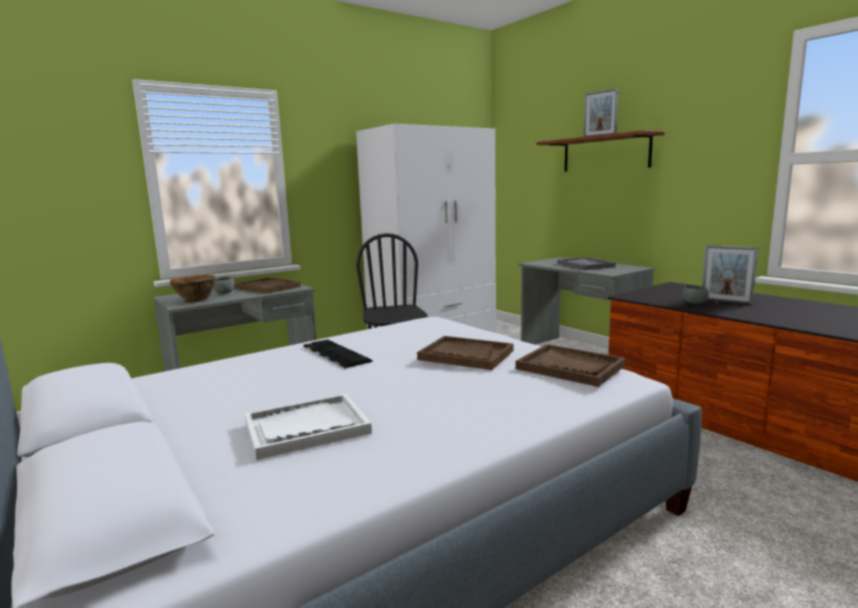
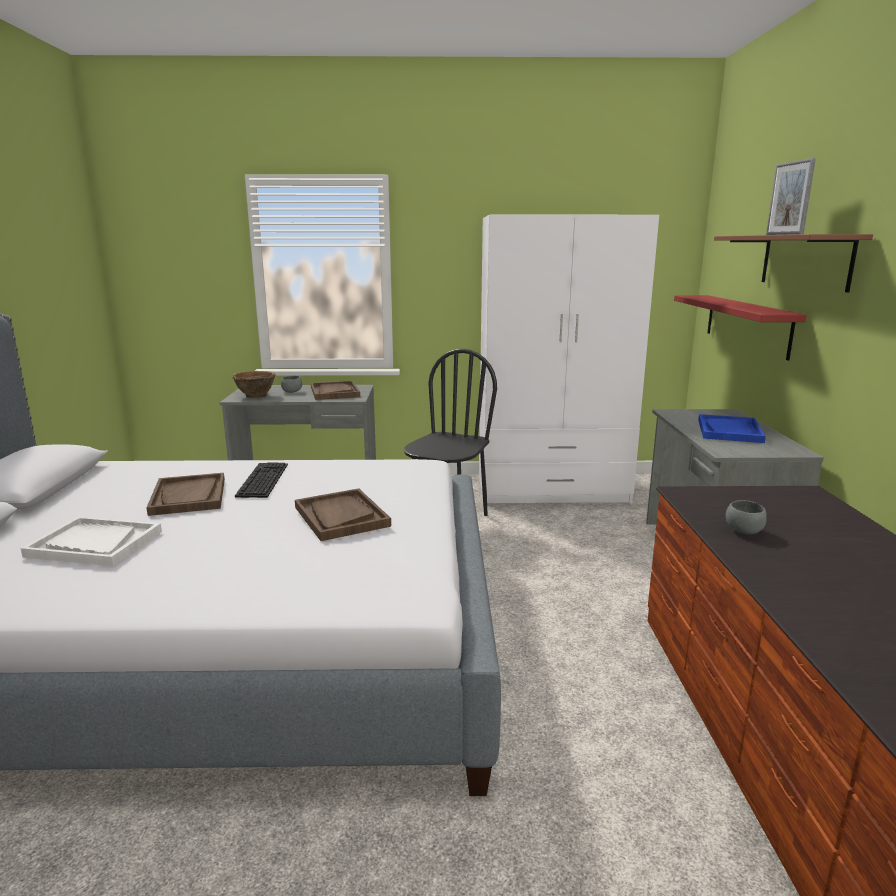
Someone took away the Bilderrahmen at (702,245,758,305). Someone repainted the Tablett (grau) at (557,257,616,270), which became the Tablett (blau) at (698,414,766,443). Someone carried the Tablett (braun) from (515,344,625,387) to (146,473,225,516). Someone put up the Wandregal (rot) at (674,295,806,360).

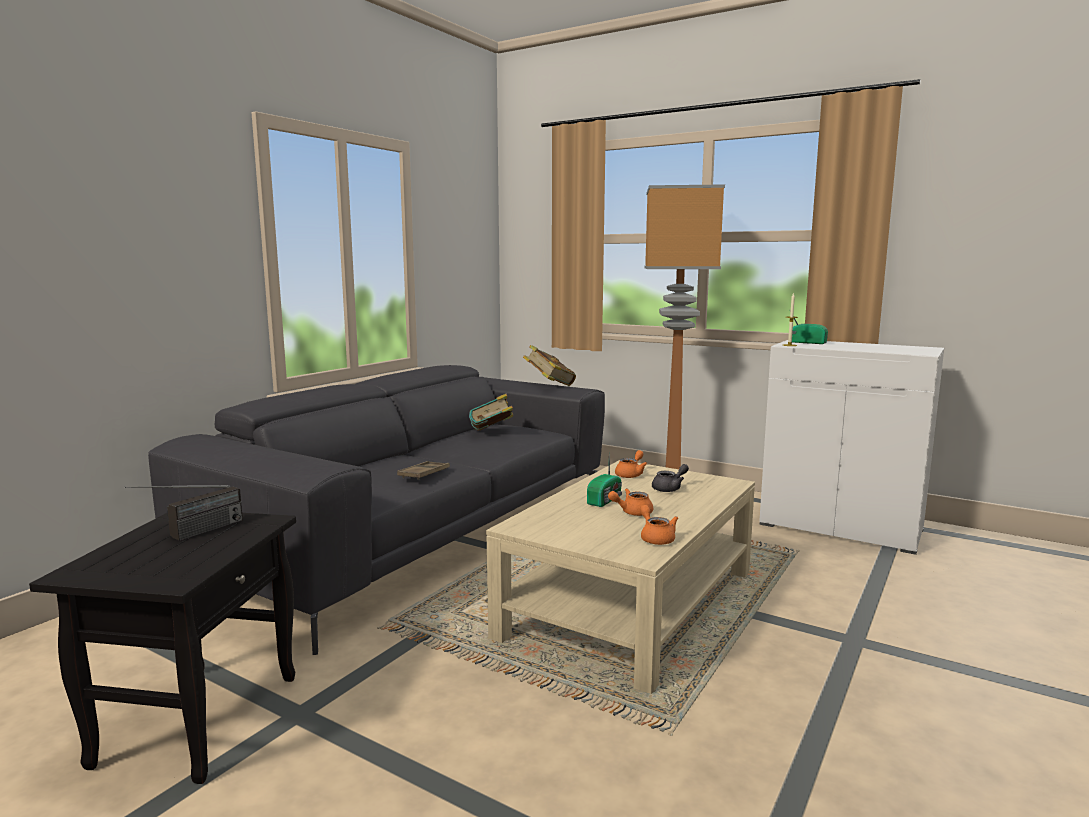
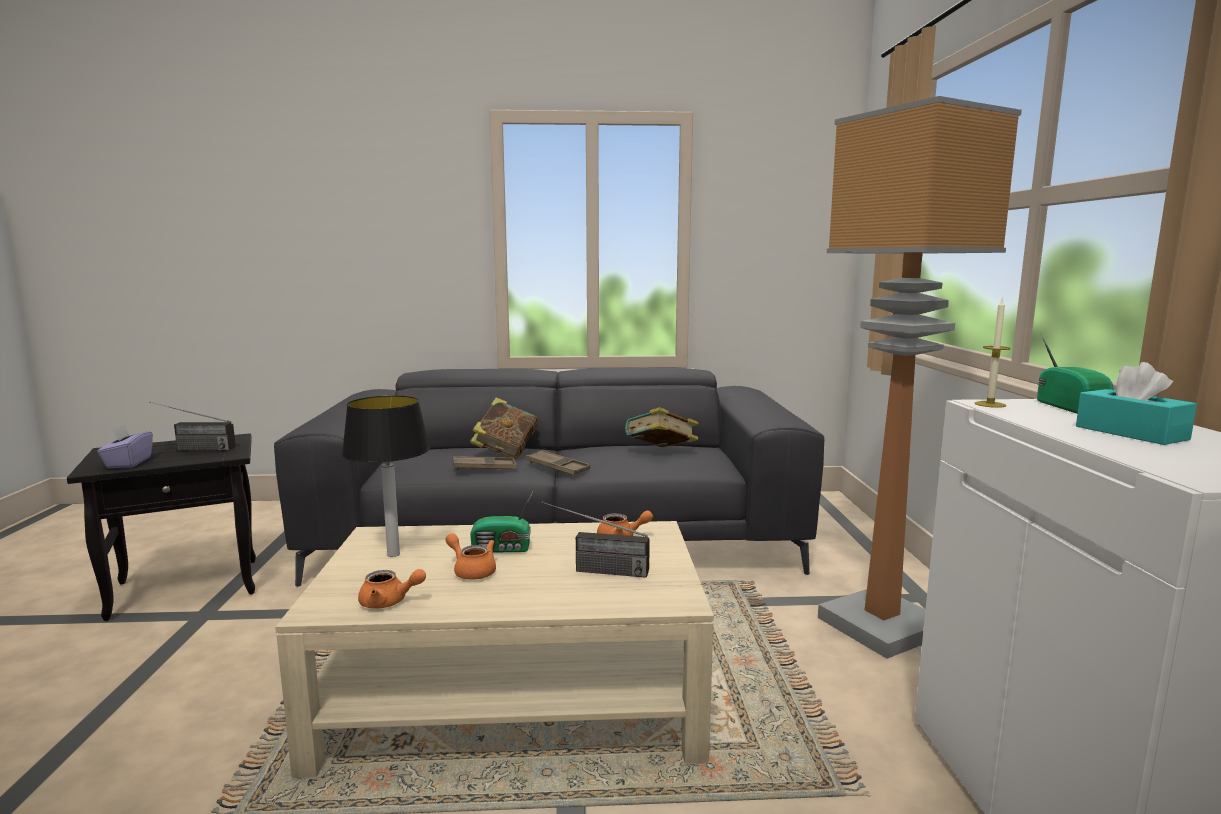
Someone carried the Buch from (523,345,576,386) to (470,397,538,459). Someone swapped the Teekanne (grau) at (652,464,689,492) for the Radio at (541,502,650,578). Someone rotated the Teekanne (orange) at (640,505,678,545) by 60 degrees clockwise. Someone put down the Taschentuchbox (türkis) at (1076,362,1197,445). Someone put down the Tischlampe at (342,396,430,557). Someone put down the Taschentuchbox (lila) at (97,424,153,468). Someone put down the Tablett (braun) at (526,450,590,475).

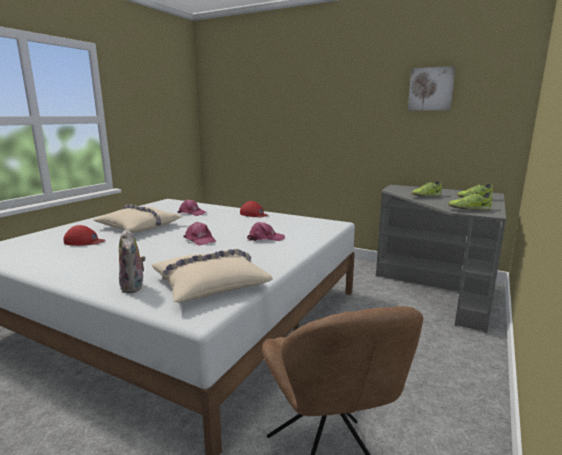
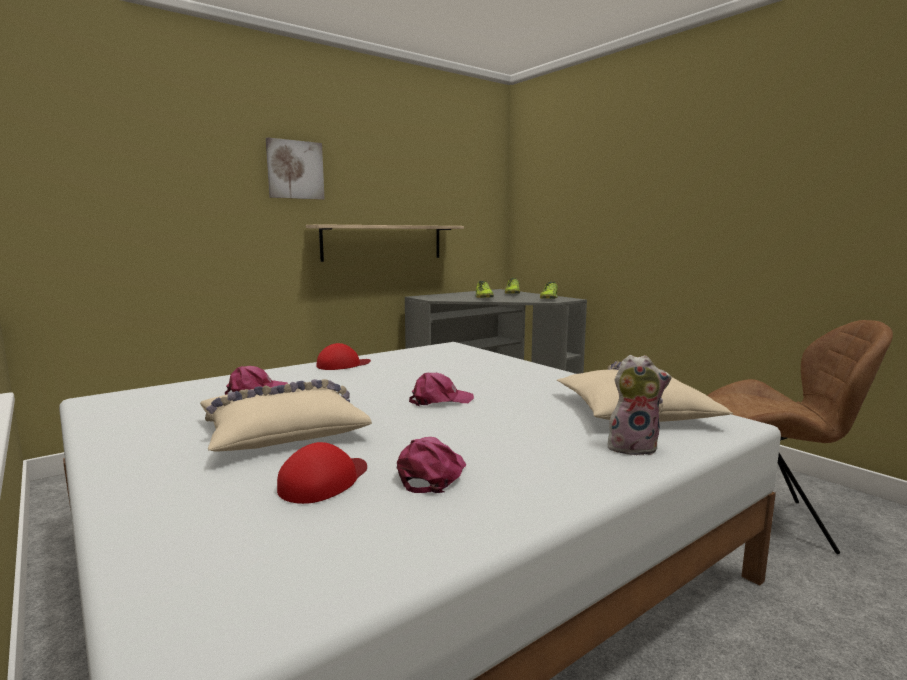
Someone carried the Bild from (408,66,456,111) to (266,137,325,200). Someone carried the Kappe (rosa) from (247,222,285,241) to (397,437,466,493). Someone put up the Wandregal at (306,224,464,262).

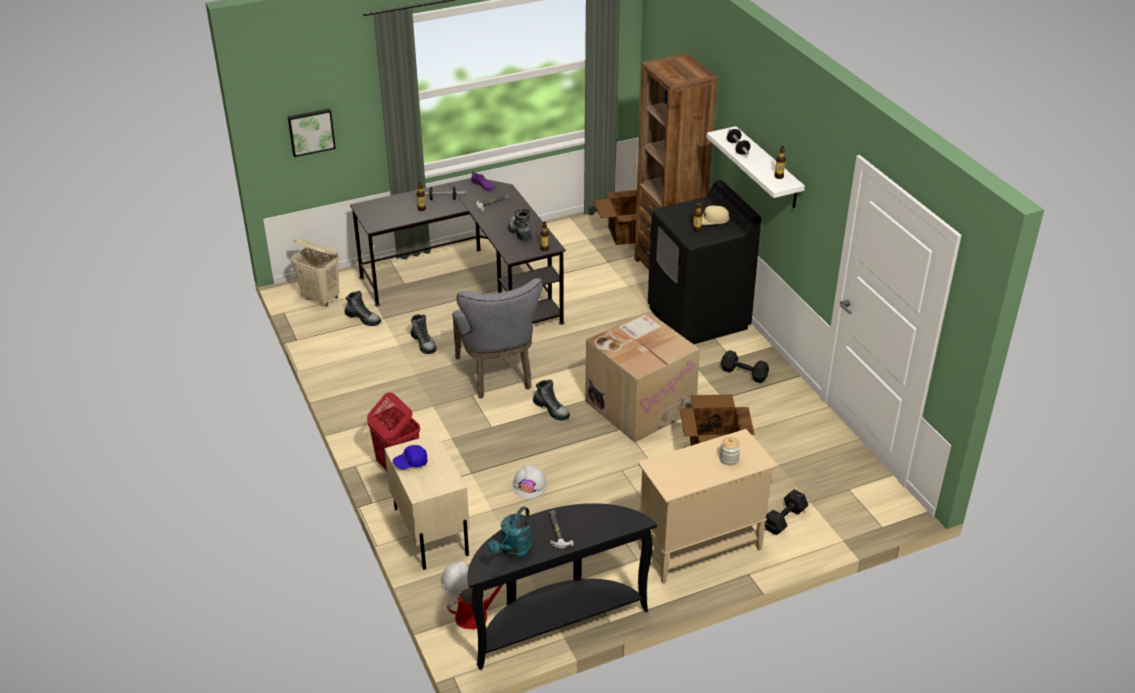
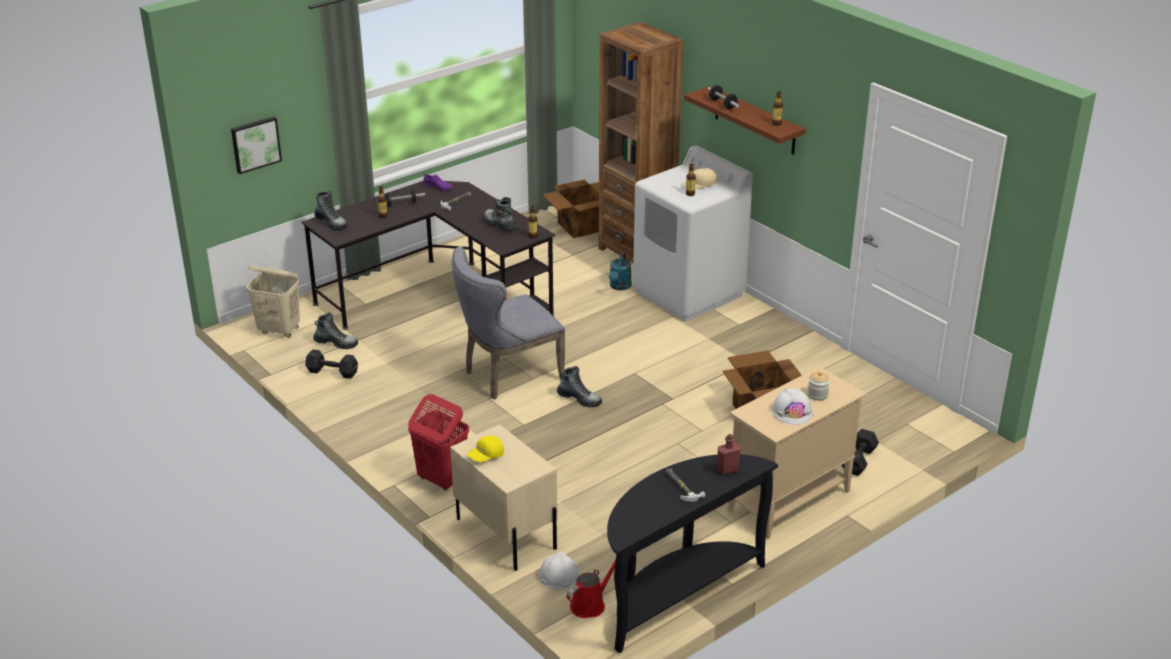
Someone repainted the Wandregal (weiß) at (706,126,805,208), which became the Wandregal (braun) at (684,86,806,155). Someone repainted the Waschmaschine (schwarz) at (648,180,761,344), which became the Waschmaschine (weiß) at (633,146,753,322). Someone rotated the Stuhl (grau) at (452,278,543,399) by 90 degrees clockwise. Someone took away the Karton at (585,311,700,443). Someone carried the Stiefel from (411,314,437,354) to (314,191,348,230). Someone carried the Hantel (schwarz) from (721,350,769,383) to (305,349,358,379). Someone repainted the Kappe (blau) at (393,445,428,469), which became the Kappe (gelb) at (467,436,504,463). Someone carried the Schutzhelm (weiß) from (512,466,547,499) to (772,388,813,425). Someone carried the Gießkanne (türkis) from (488,506,532,558) to (609,253,632,290). Someone put down the Flasche (rot) at (717,434,741,475).

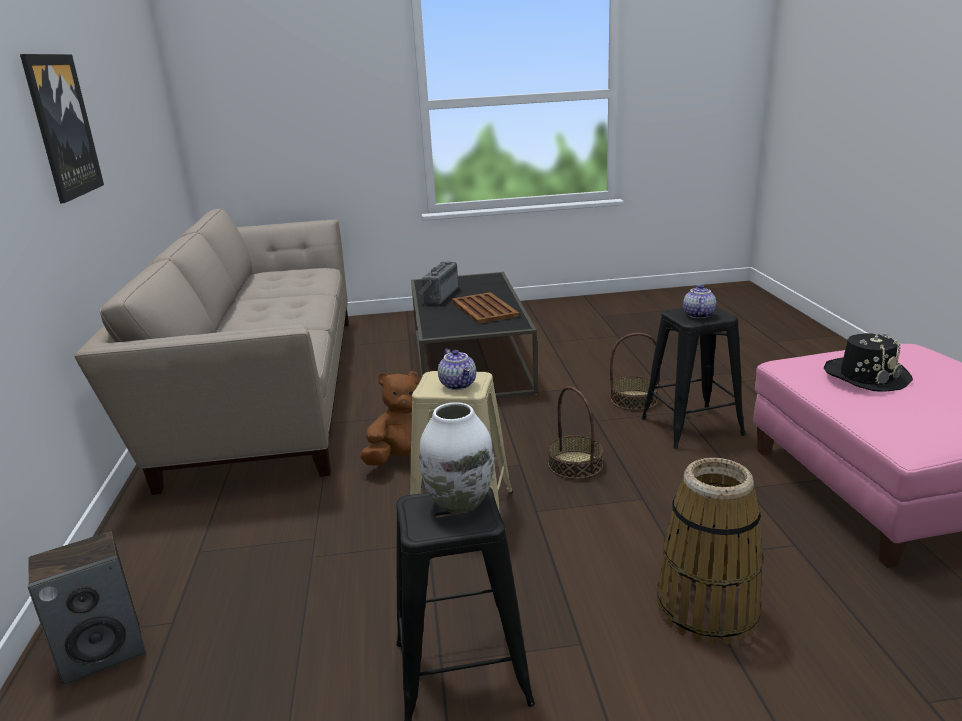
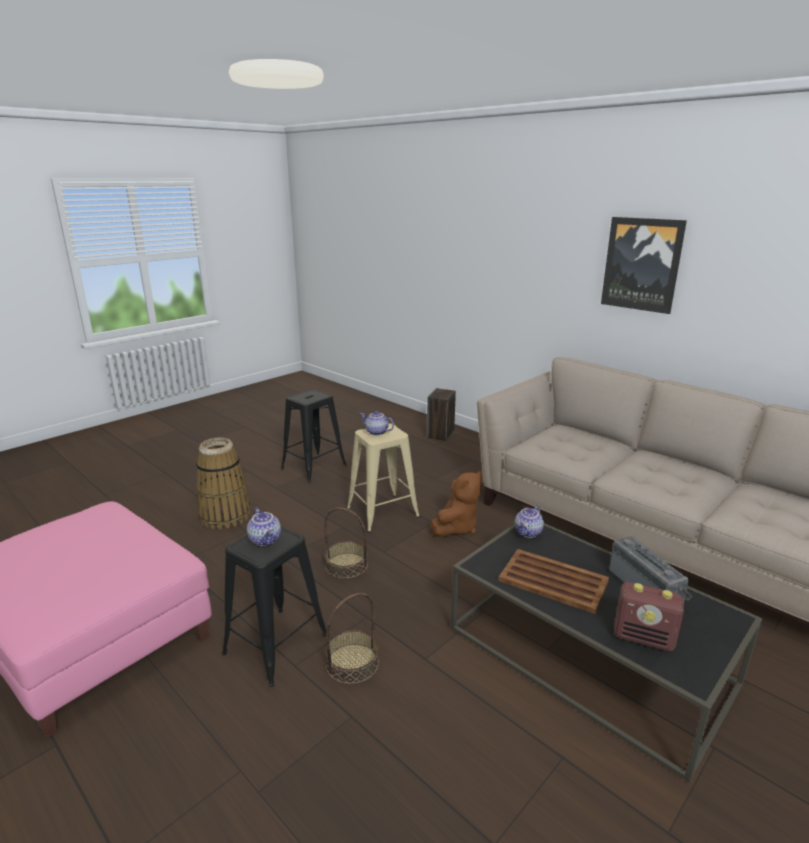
Someone took away the Hut (schwarz) at (824,333,913,392). Someone took away the Vase (weiß) at (419,402,494,514). Someone put down the Teekanne at (515,505,544,538). Someone put down the Radio at (614,582,684,651).

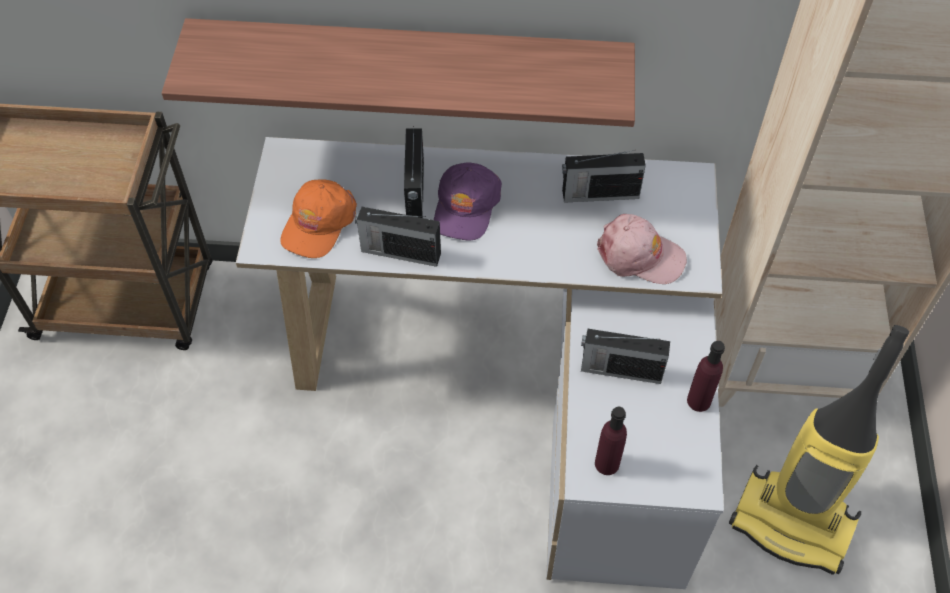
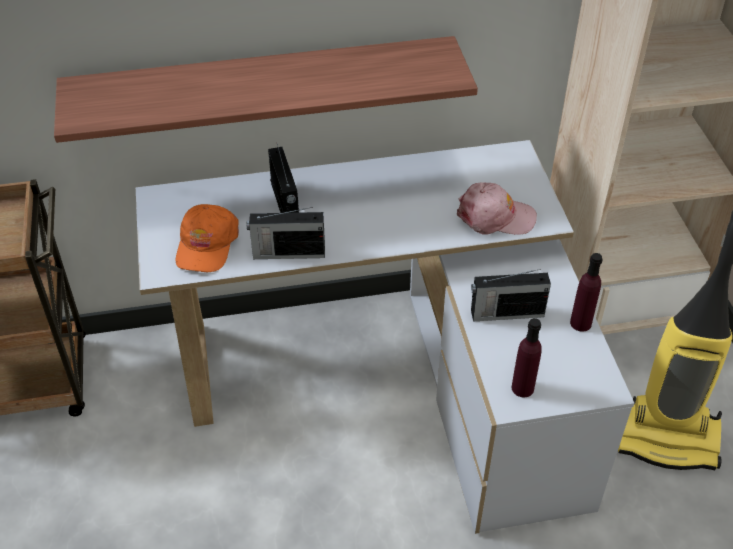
Someone took away the Radio at (562,150,646,203). Someone took away the Kappe (lila) at (434,162,502,241).

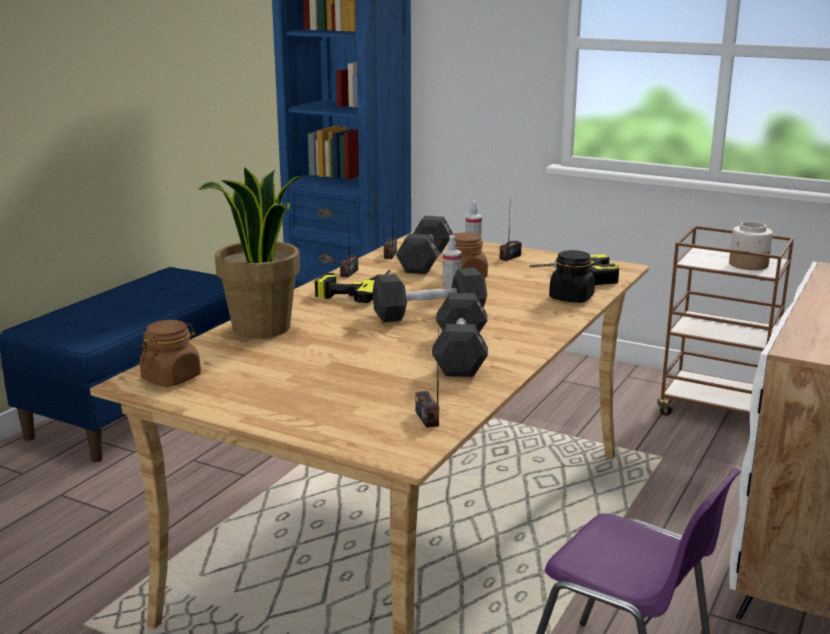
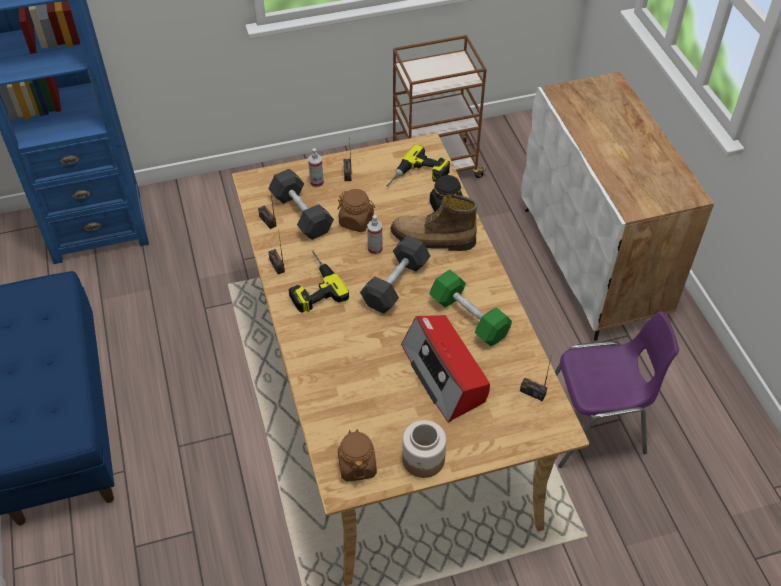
Someone took away the Topfpflanze at (199,167,304,338). Someone carried the Vorratsglas from (729,222,773,270) to (402,420,447,478). Someone repainted the Hantel (schwarz) at (432,293,488,377), which became the Hantel (grün) at (429,270,512,346). Someone put down the Stiefel at (390,194,477,251). Someone put down the Radio at (401,315,490,423).

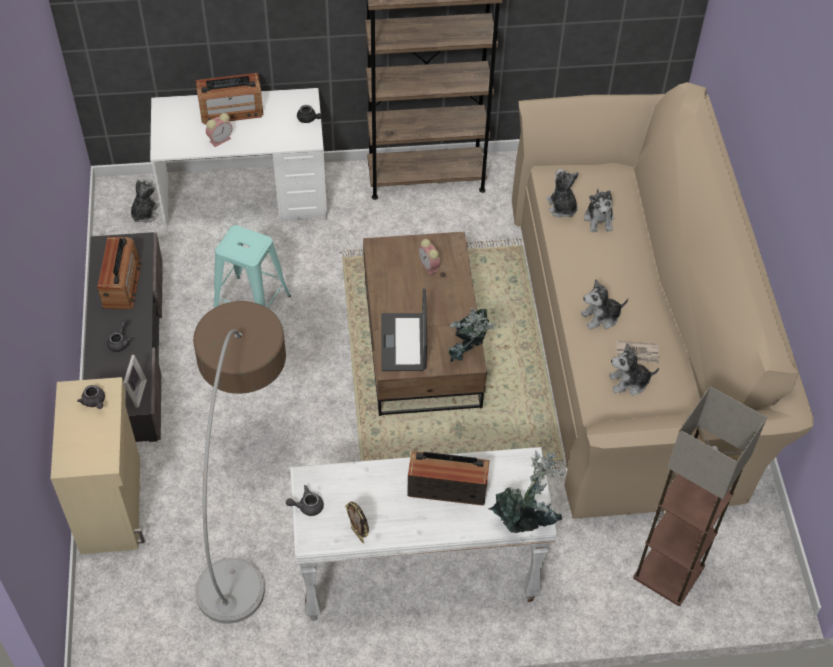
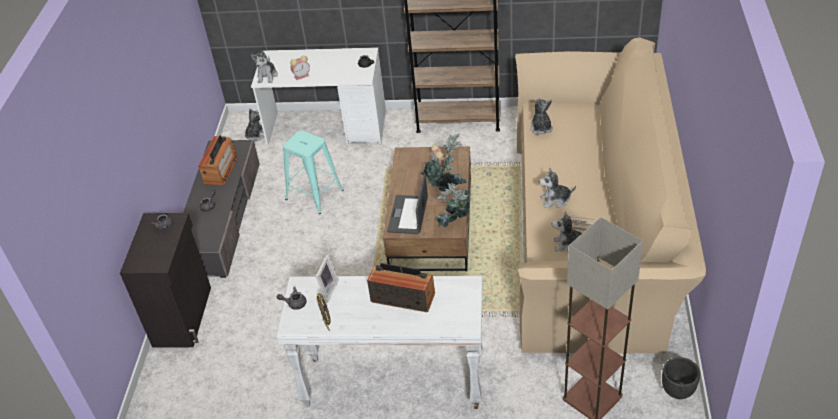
Someone took away the Radio at (196,73,263,124). Someone carried the Plüschtier from (584,189,614,232) to (251,51,278,83). Someone took away the Stehlampe at (193,301,286,624). Someone carried the Bilderrahmen from (124,355,147,408) to (316,254,339,302). Someone repainted the Schrank (beige) at (51,377,145,554), which became the Schrank (schwarz) at (120,213,211,348). Someone carried the Topfpflanze from (489,450,564,533) to (421,133,466,191). Someone put down the Pflanzkübel (schwarz) at (662,357,700,399).

